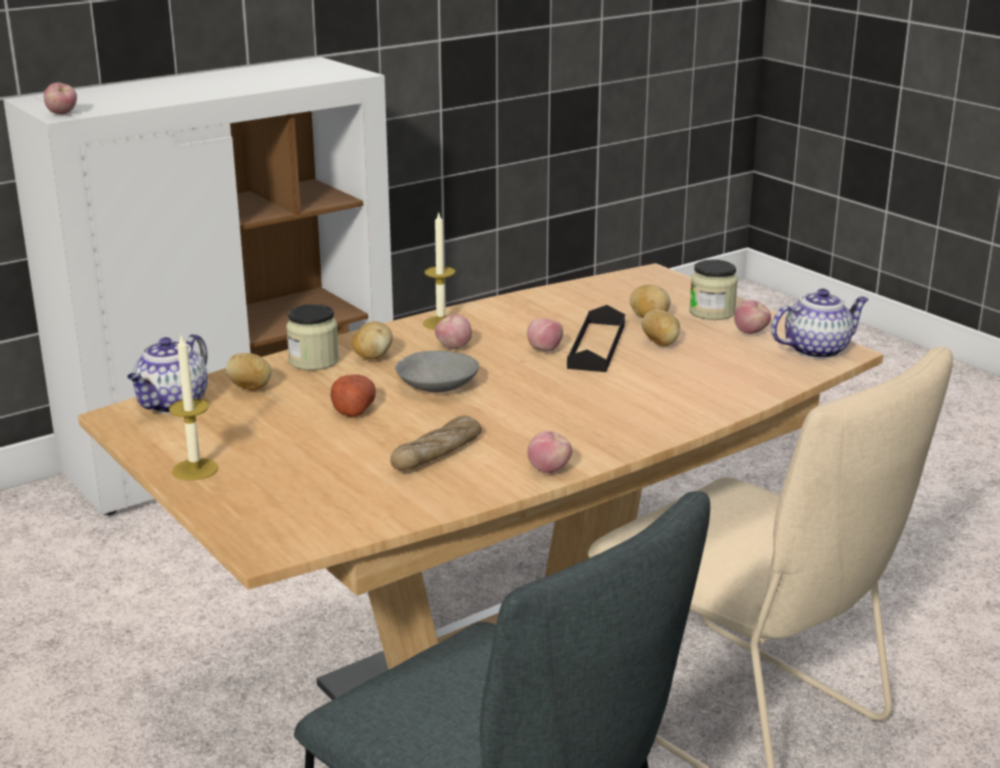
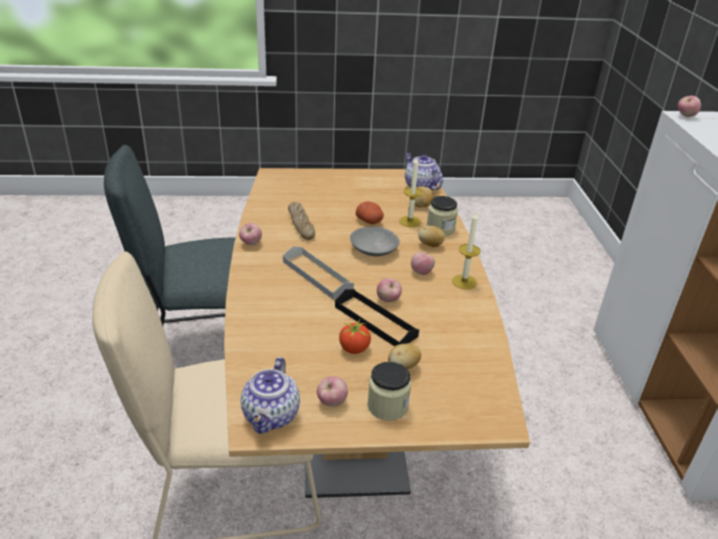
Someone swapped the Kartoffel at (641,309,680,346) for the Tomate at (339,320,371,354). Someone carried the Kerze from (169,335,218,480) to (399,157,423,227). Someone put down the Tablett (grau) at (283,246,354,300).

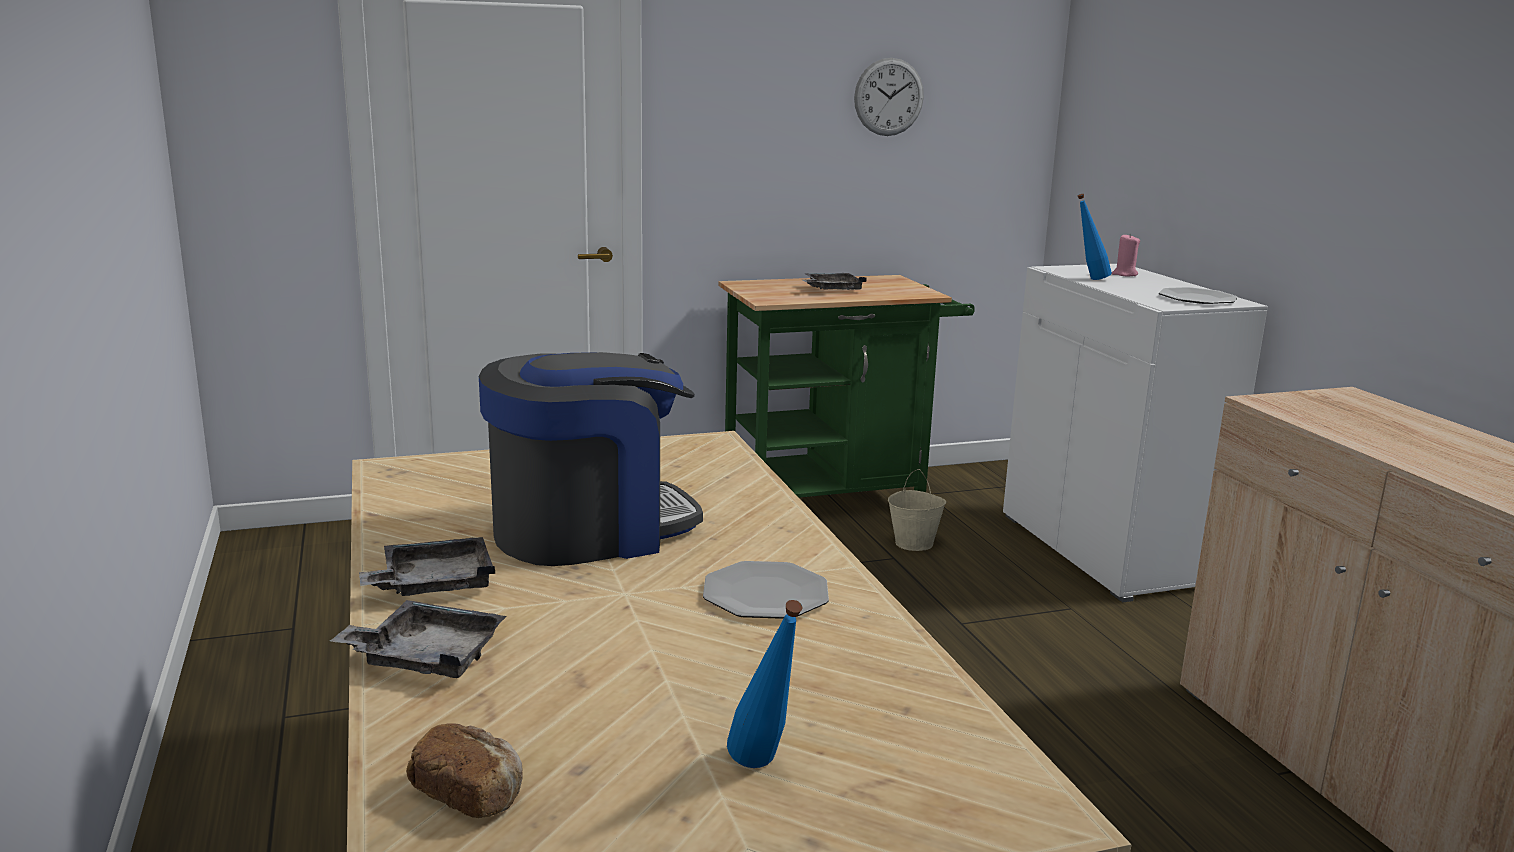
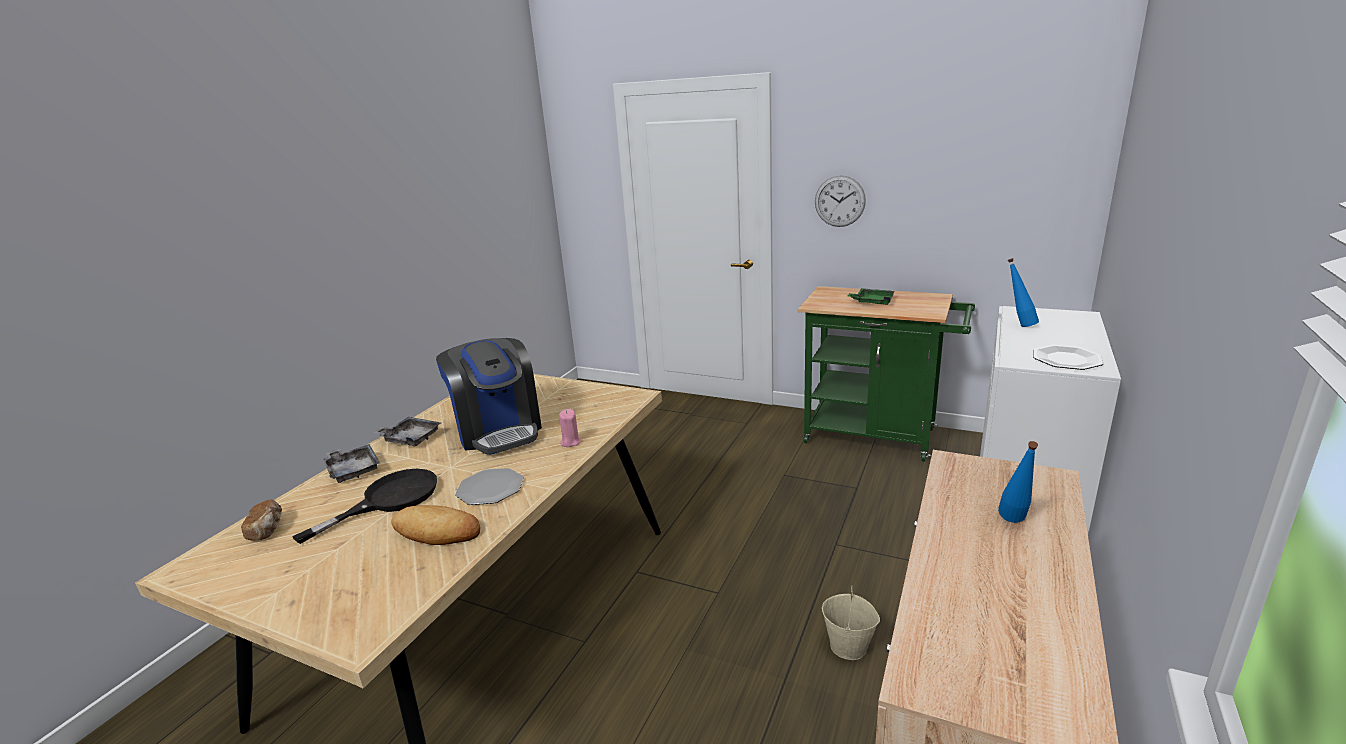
Someone carried the Wanduhr from (854,58,924,136) to (815,175,866,227). Someone carried the Kerze (rosa) from (1112,234,1140,276) to (559,409,581,447). Someone repainted the Tablett (grau) at (801,273,867,290), which became the Tablett (grün) at (848,288,895,305). Someone rotated the Kaffeemaschine at (479,352,703,566) by 45 degrees clockwise. Someone carried the Eimer (beige) from (888,469,946,551) to (822,584,880,660). Someone carried the Flasche (blau) from (727,600,802,768) to (998,441,1038,523). Someone put down the Pfanne (schwarz) at (292,469,437,544). Someone put down the Brot at (391,505,480,545).

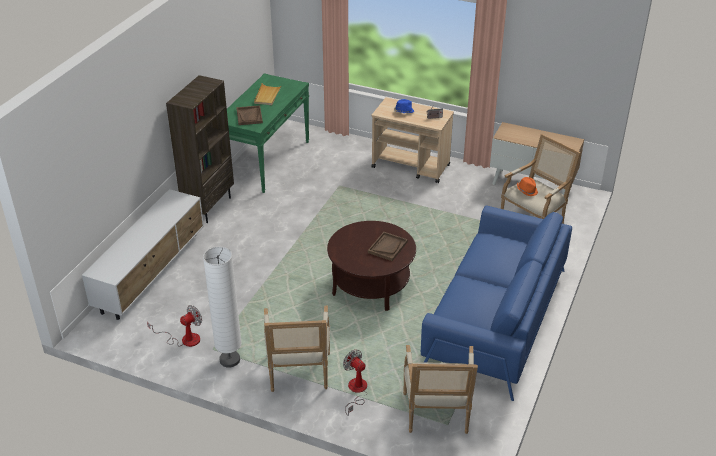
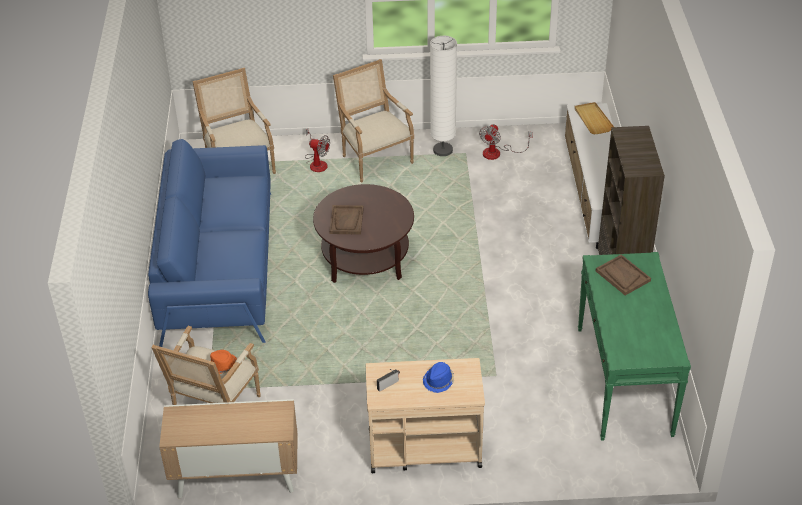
Someone carried the Tablett (beige) from (254,83,282,105) to (574,102,614,134).

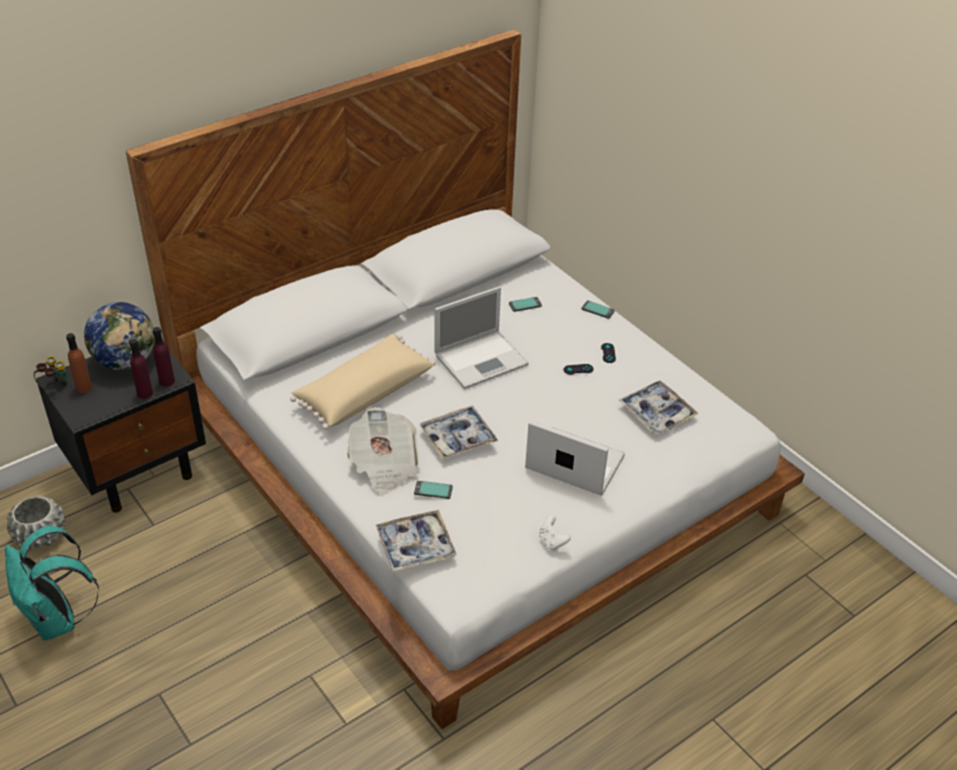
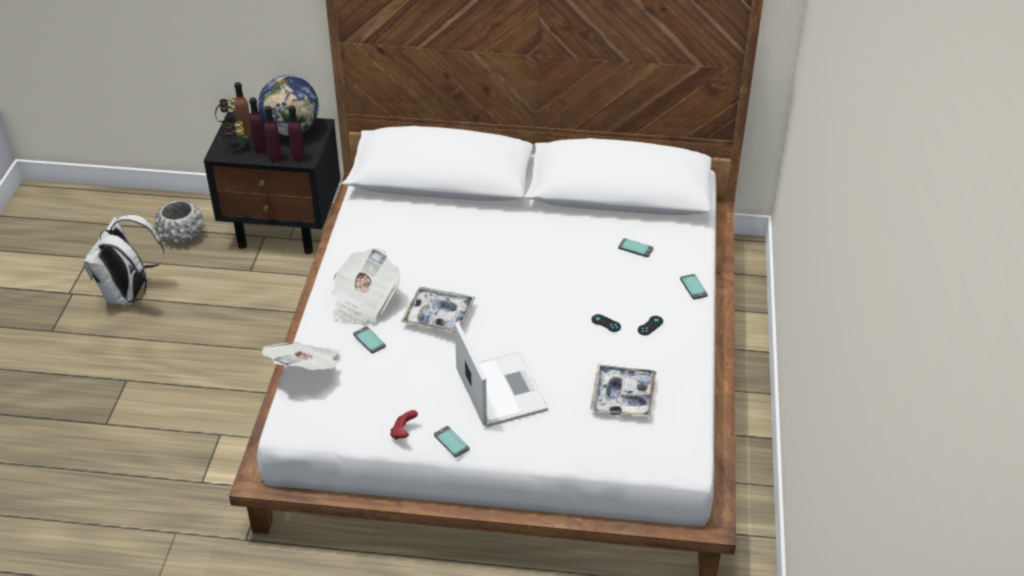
Someone took away the Laptop at (435,286,529,389). Someone took away the Kissen (beige) at (290,333,436,430). Someone swapped the Tablett at (376,510,457,572) for the Zeitung at (262,342,339,370). Someone repainted the Gamepad (weiß) at (539,516,571,551), which became the Gamepad (rot) at (390,410,418,440). Someone repainted the Rucksack (türkis) at (5,526,99,640), which became the Rucksack (weiß) at (83,215,164,306). Someone put down the Flasche (lila) at (249,98,267,154). Someone put down the Fernglas at (219,121,248,151). Someone put down the Handy at (434,426,470,457).

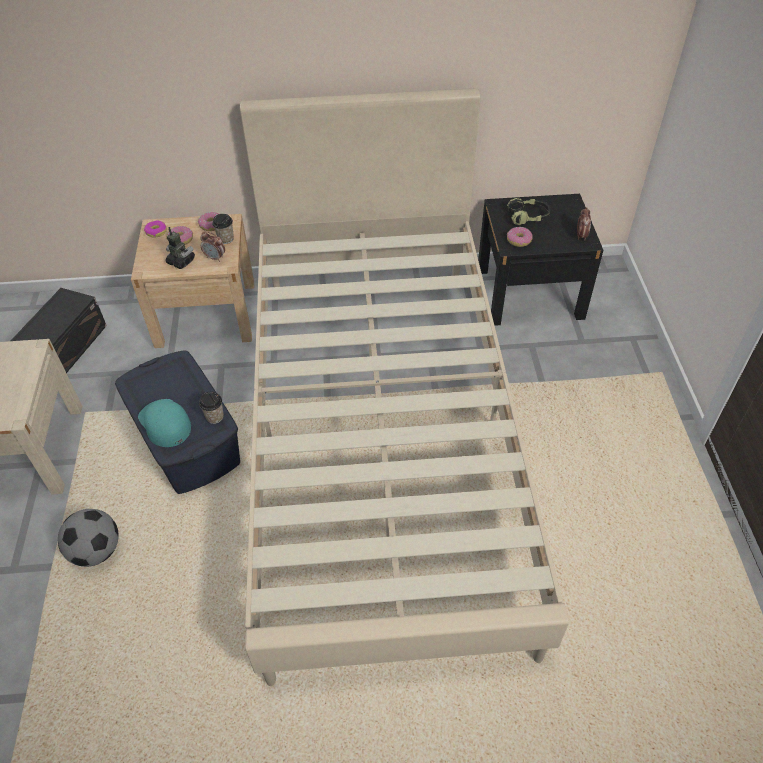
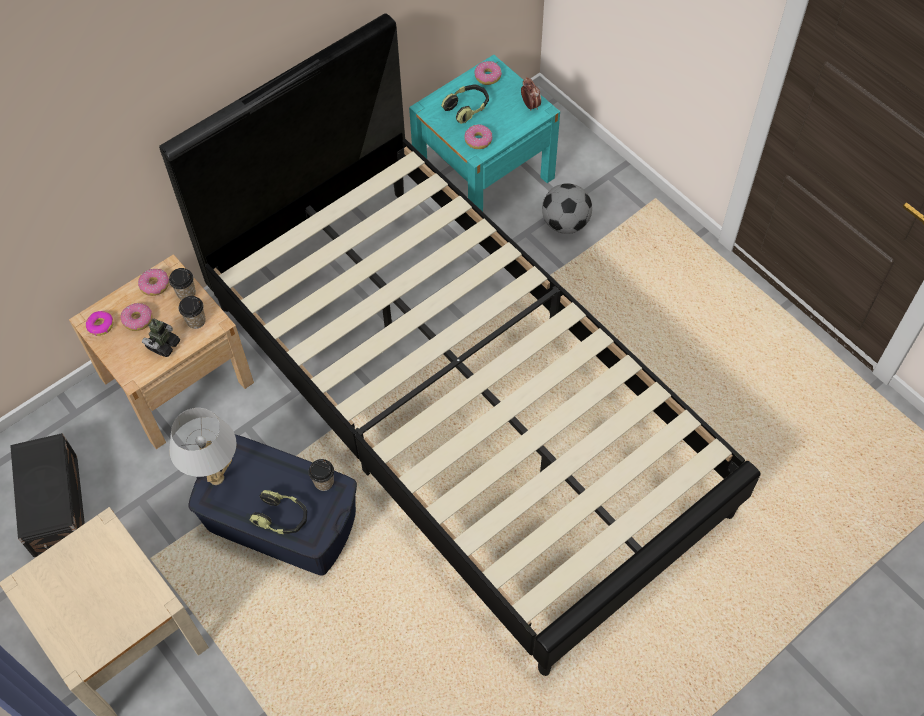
Someone repainted the Bett (beige) at (240,88,569,686), which became the Bett (schwarz) at (159,13,761,676). Someone repainted the Nachttisch (schwarz) at (478,194,603,326), which became the Nachttisch (türkis) at (409,55,560,212). Someone rotated the Spielzeugroboter at (165,227,195,269) by 60 degrees counterclockwise. Someone swapped the Wecker at (200,231,225,262) for the Tasse at (179,296,206,329). Someone swapped the Kappe (türkis) at (138,399,191,447) for the Kopfhörer at (250,490,307,534). Someone carried the Fußball from (58,509,119,567) to (542,183,592,234). Someone put down the Donut at (474,61,502,85). Someone put down the Tischlampe (weiß) at (169,408,237,485).

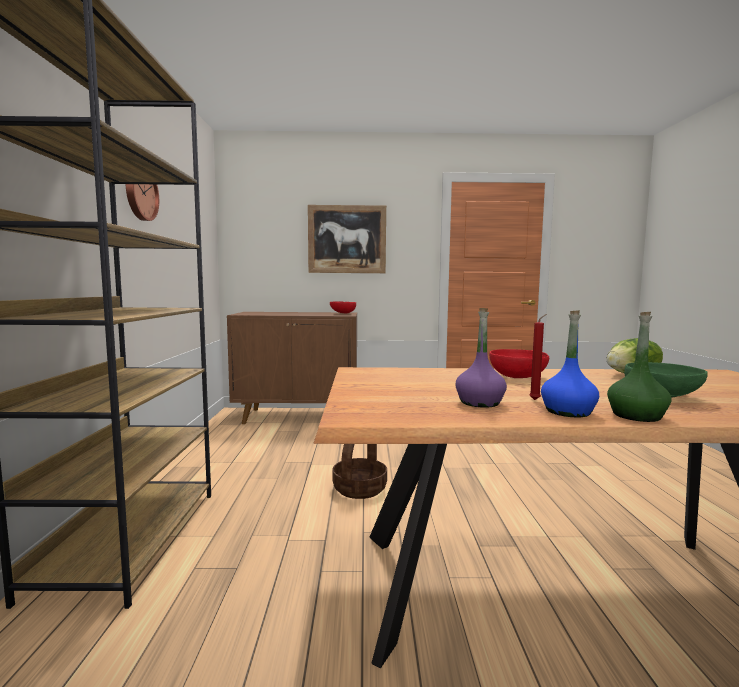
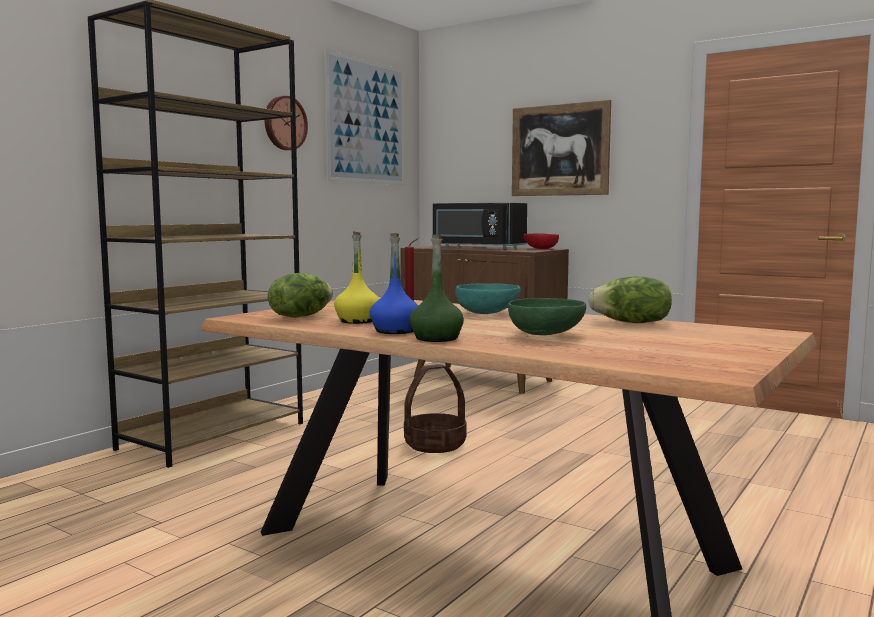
Someone repainted the Flasche (lila) at (456,308,507,408), which became the Flasche (gelb) at (334,231,379,324). Someone repainted the Schüssel (rot) at (489,349,549,378), which became the Schüssel (türkis) at (455,283,521,314). Someone put up the Bild at (325,49,405,185). Someone put down the Mikrowelle (schwarz) at (433,203,527,249). Someone put down the Salatkopf at (268,273,333,318).

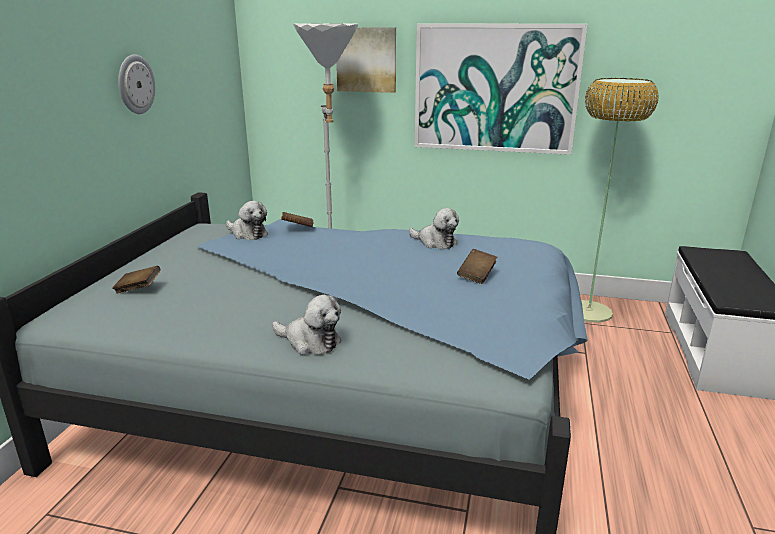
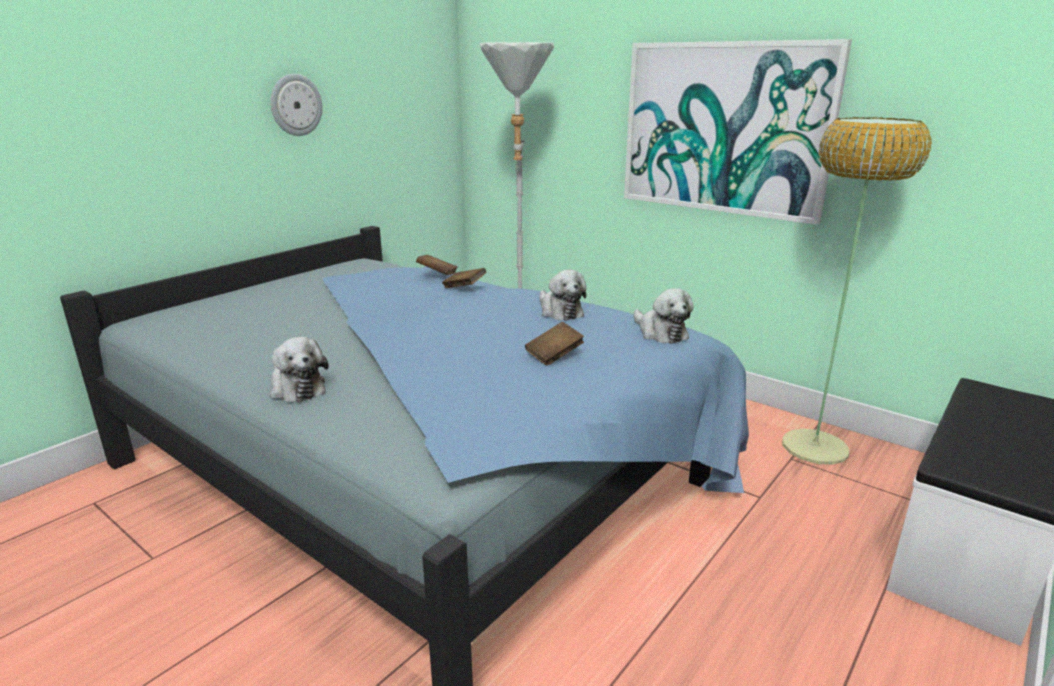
Someone took away the Bild at (336,27,396,93). Someone carried the Plüschtier from (226,201,268,240) to (634,288,694,344). Someone carried the Buch (braun) from (112,266,161,293) to (442,268,486,288).

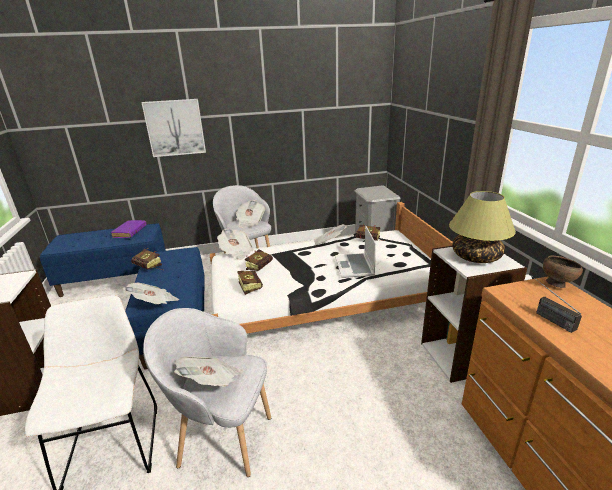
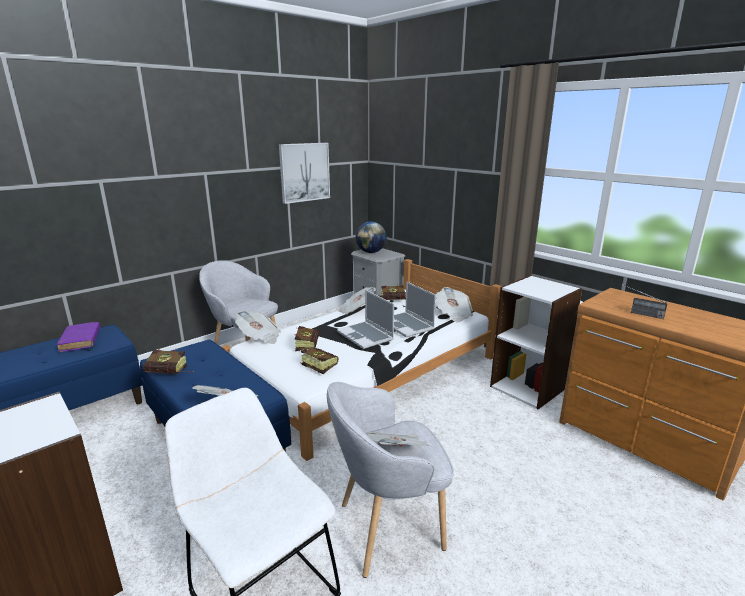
Someone carried the Bild from (141,99,206,157) to (279,143,330,204). Someone took away the Tischlampe at (449,191,516,263). Someone carried the Zeitung from (236,200,265,228) to (436,287,473,323). Someone took away the Schüssel (braun) at (543,256,583,288). Someone put down the Globus at (355,221,387,253). Someone put down the Laptop at (337,290,394,349).

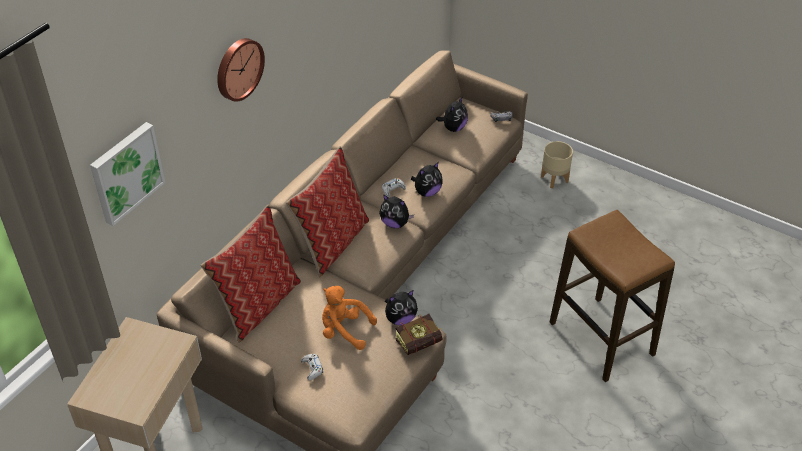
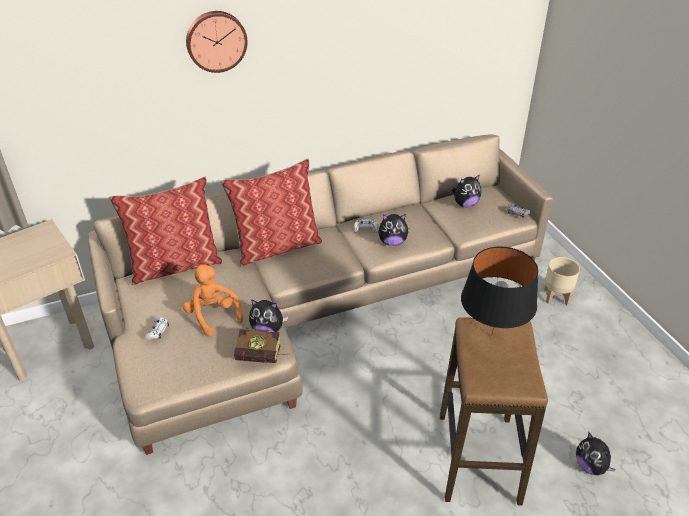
Someone took away the Bild at (90,122,165,226). Someone carried the Plüschtier from (379,194,414,228) to (576,432,616,475). Someone put down the Tischlampe (schwarz) at (461,246,538,336).

